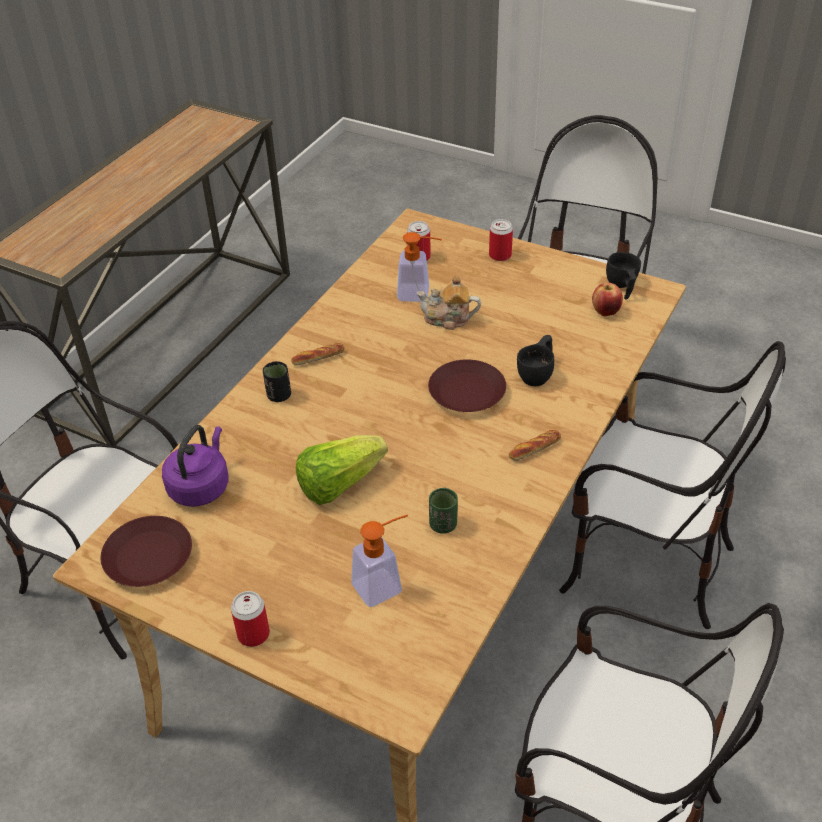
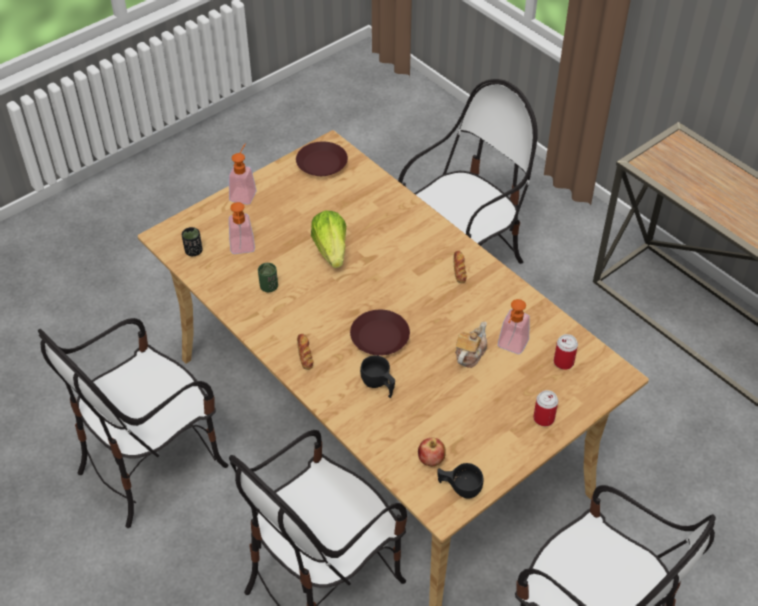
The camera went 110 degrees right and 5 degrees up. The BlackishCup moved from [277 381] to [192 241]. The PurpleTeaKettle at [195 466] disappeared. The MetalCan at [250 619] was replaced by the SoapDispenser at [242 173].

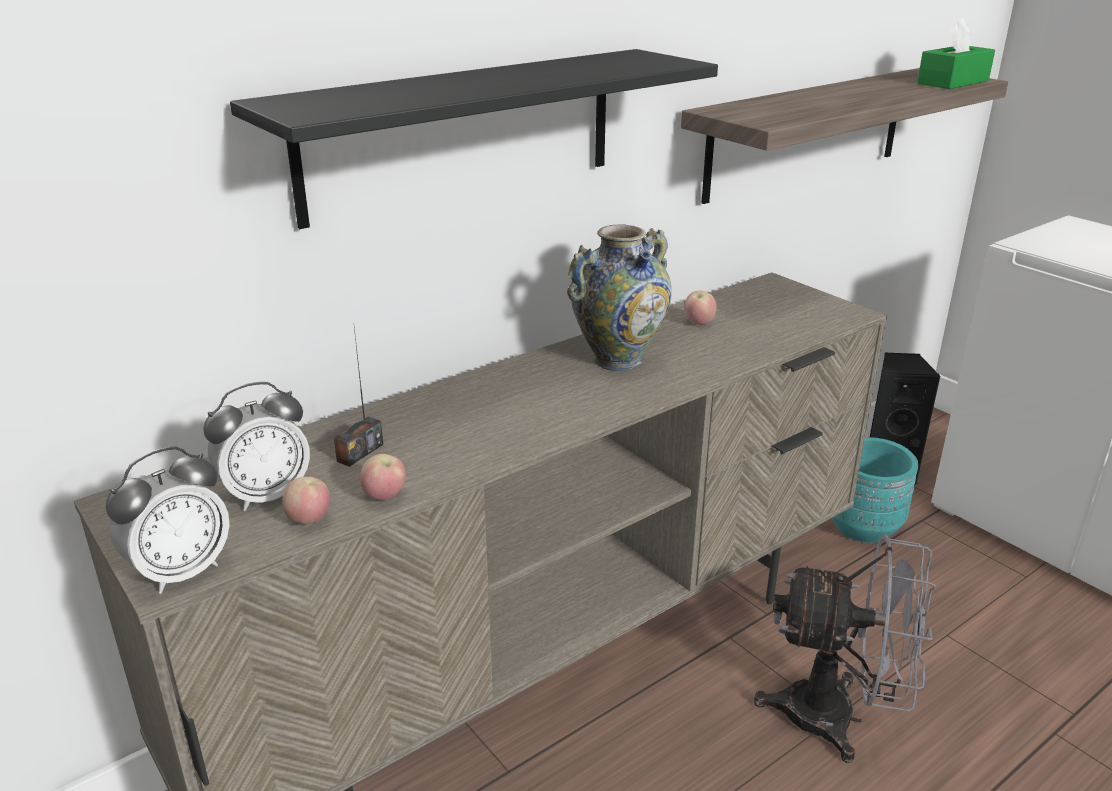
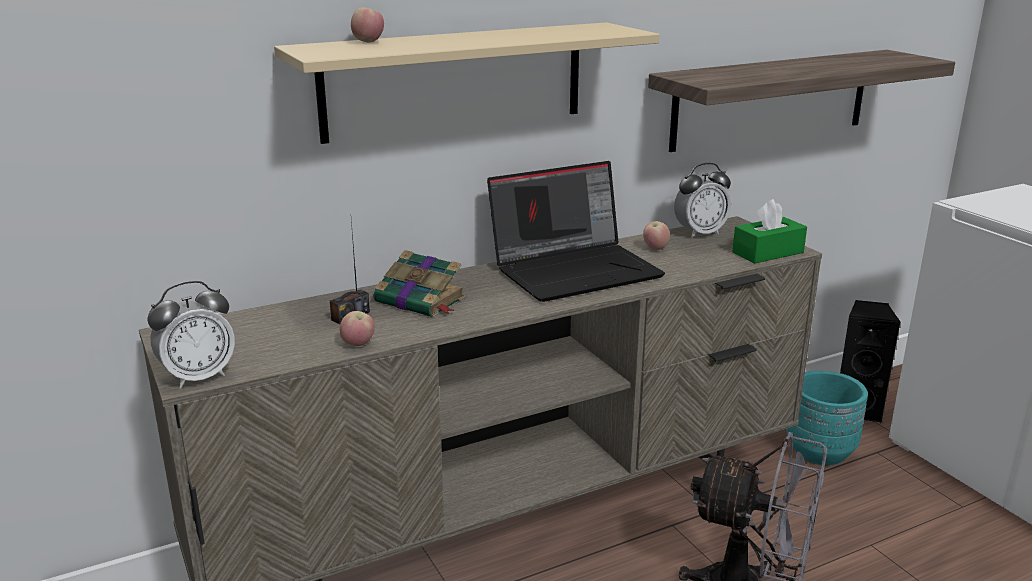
The camera went 10 degrees right and 5 degrees down. The GreenishTissueHolder moved from [956 53] to [769 231]. The BlackishBracketShelf at [474 139] became the BeigeColouredBracketShelf at [466 83]. The FlowerVase at [619 298] was replaced by the PortableComputer at [576 231]. The AlarmClock moved from [256 446] to [702 200]. The Apple moved from [306 500] to [367 24]. The BoundBook at [419 283] appeared.

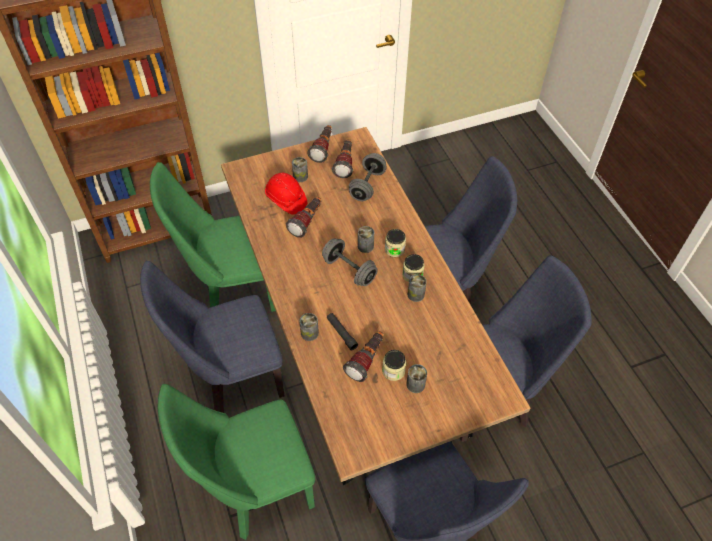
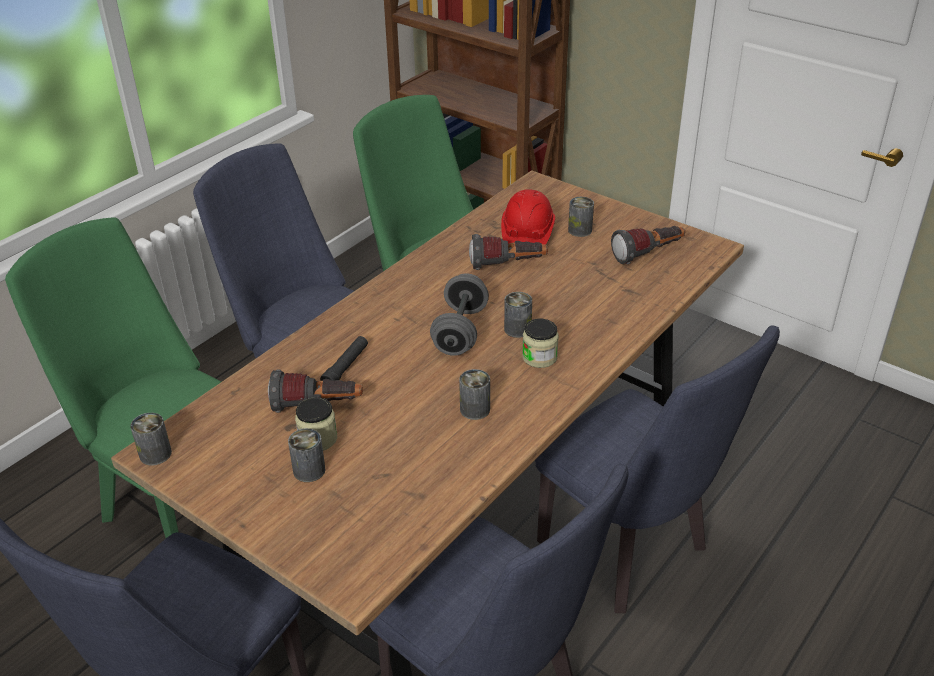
The camera went 60 degrees right and 15 degrees down. The Flashlight at [319 144] disappeared. The GreyHandWeight at [368 177] disappeared. The StorageJar at [413 268] disappeared. The MetalCan moved from [309 327] to [151 439].

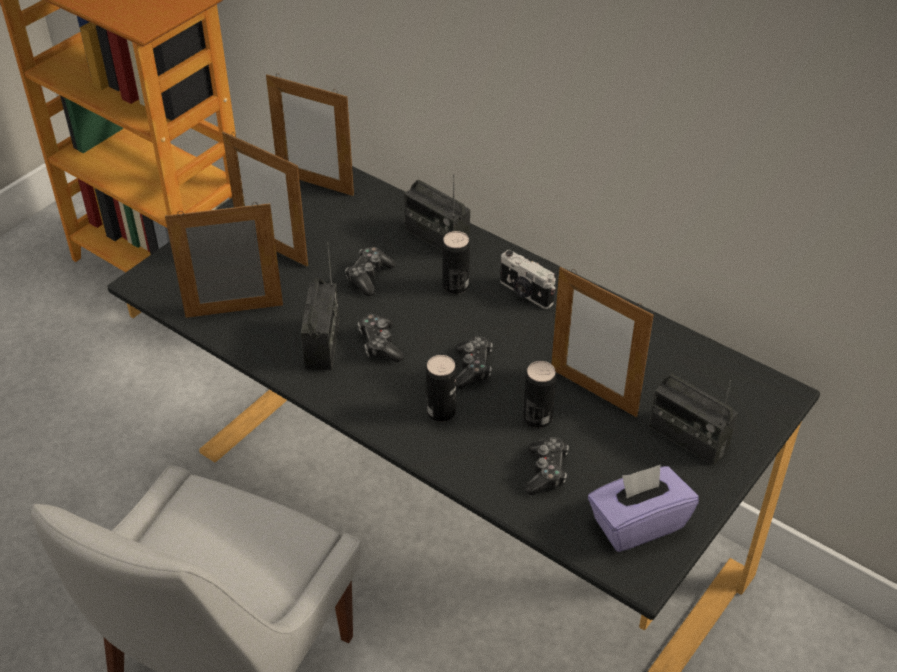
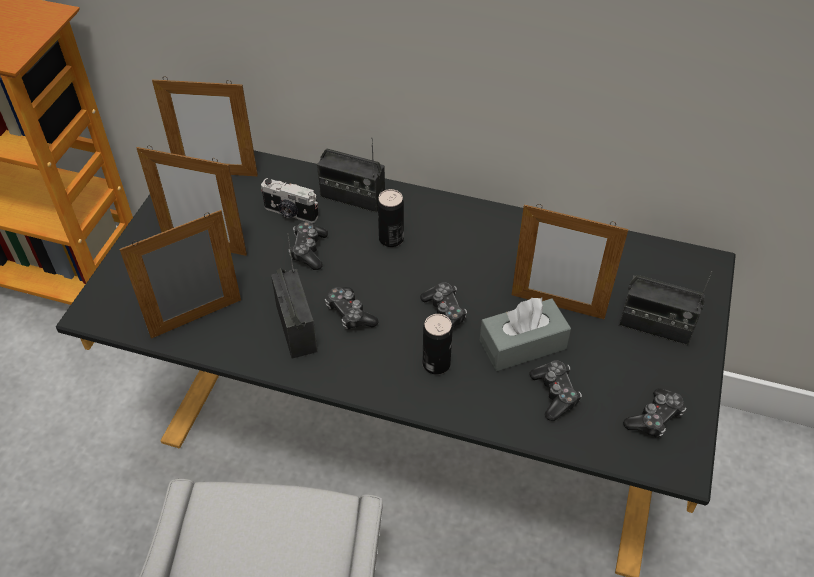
The camera went 20 degrees left and 5 degrees up. The StillCamera moved from [528 279] to [290 200]. The MetalCan at [539 394] was replaced by the GreyTissueHolder at [525 334]. The PurpleTissueHolder at [643 508] was replaced by the Gamepad at [655 413].

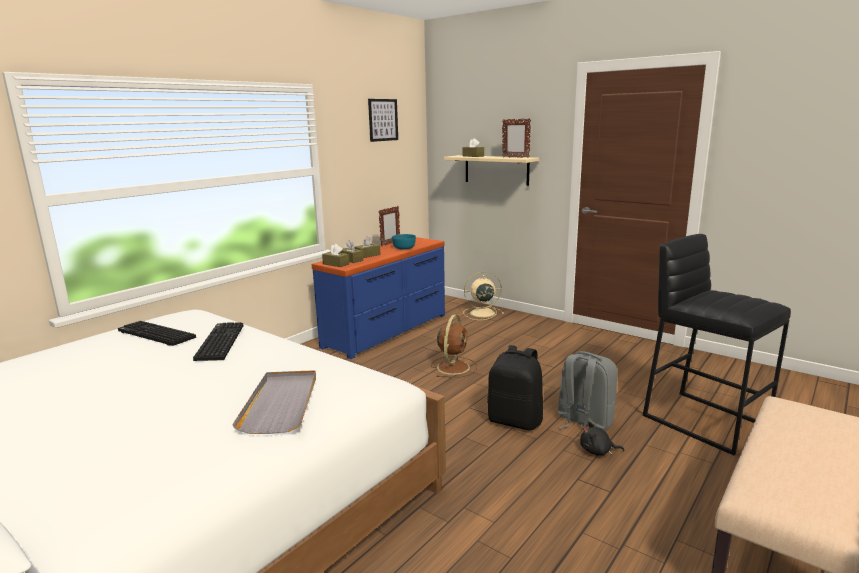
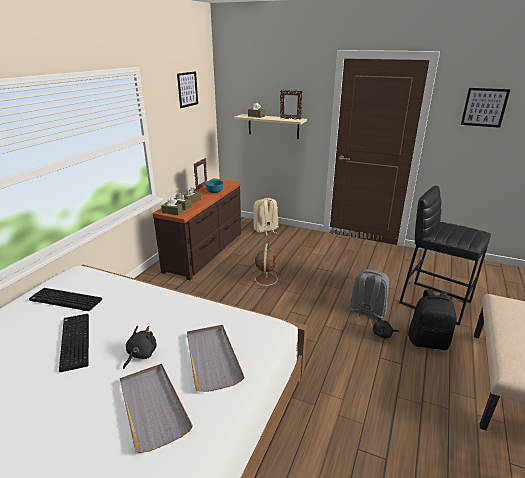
The camera went 15 degrees left and 10 degrees up. The BlueColouredChestOfDrawers at [378 298] became the BrownishChestOfDrawers at [196 229]. The BeigeColouredFan at [483 295] was replaced by the BeigeColouredKnapsack at [266 217]. The PcKeyboard moved from [218 341] to [74 343]. The BlackishKnapsack moved from [515 387] to [432 320]. The WallPicture at [485 108] appeared. The BlackishCuddlyToy at [140 347] appeared. The GreyCarryingTray at [156 408] appeared.

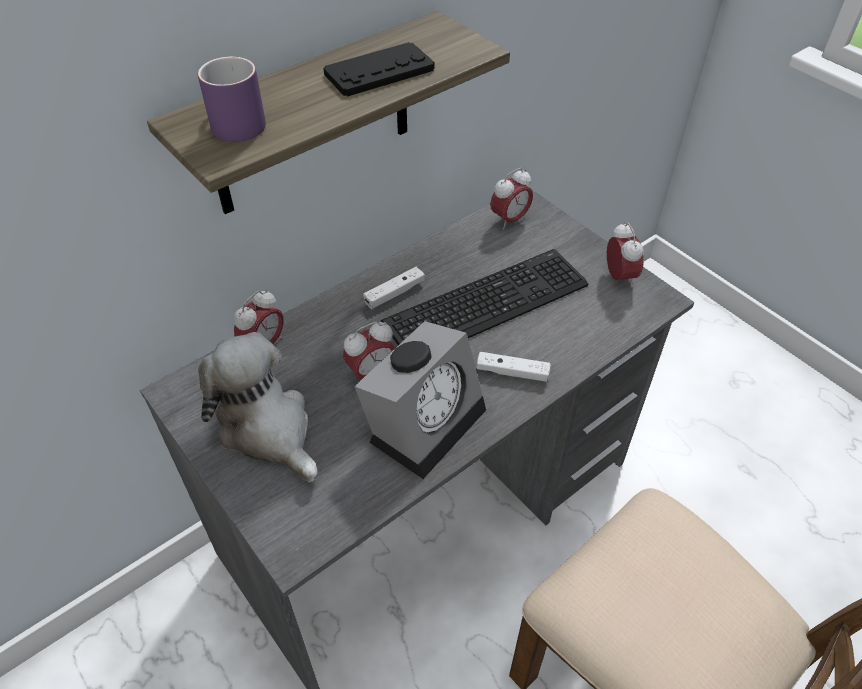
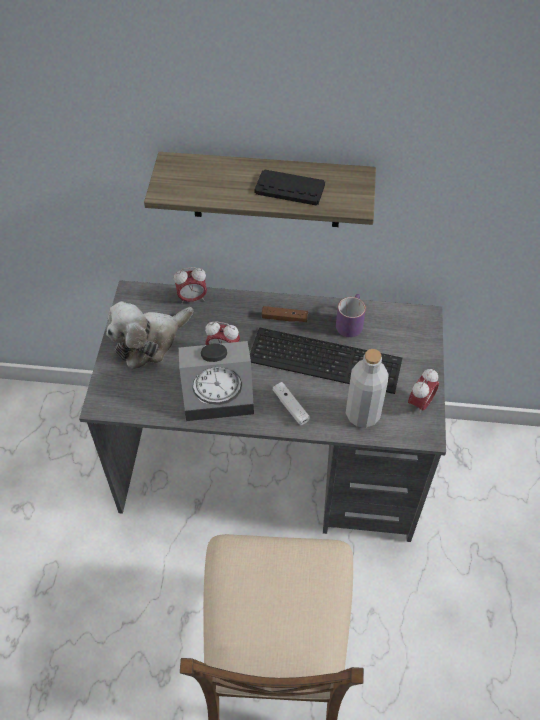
The camera went 45 degrees right and 5 degrees up. The PurpleMug moved from [232 99] to [351 315]. The AlarmClock at [511 199] disappeared. The WhiteGamepad at [394 288] became the BrownishGamepad at [285 314]. The CuddlyToy at [257 407] turned 135 degrees counterclockwise. The GreyDrinkBottle at [367 388] appeared.

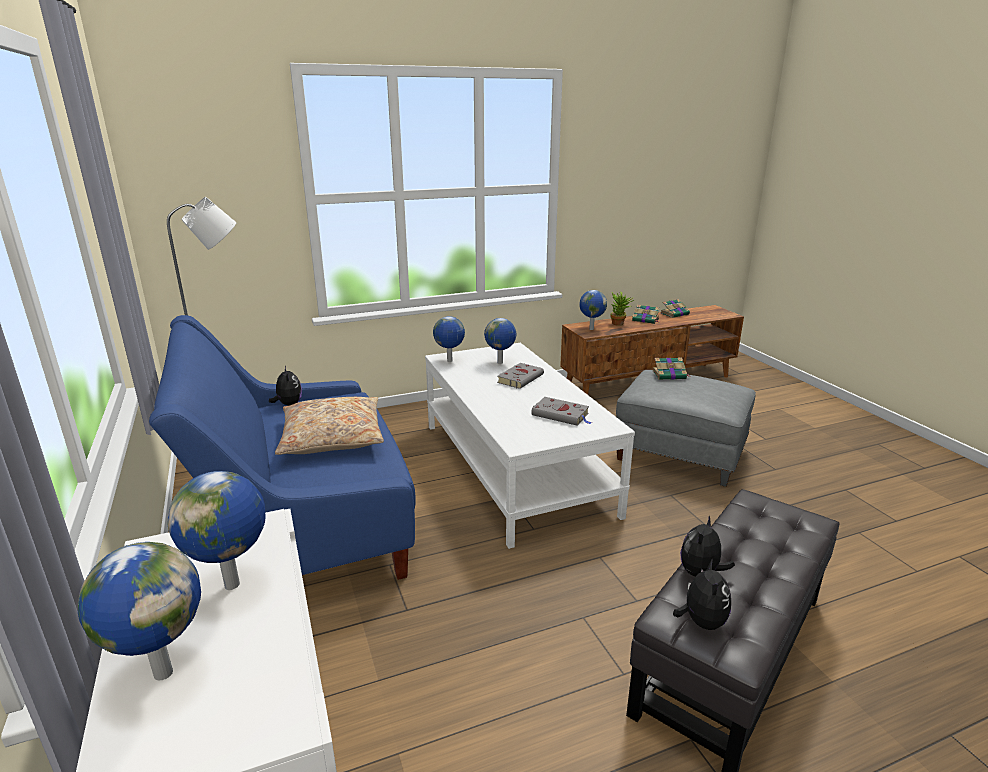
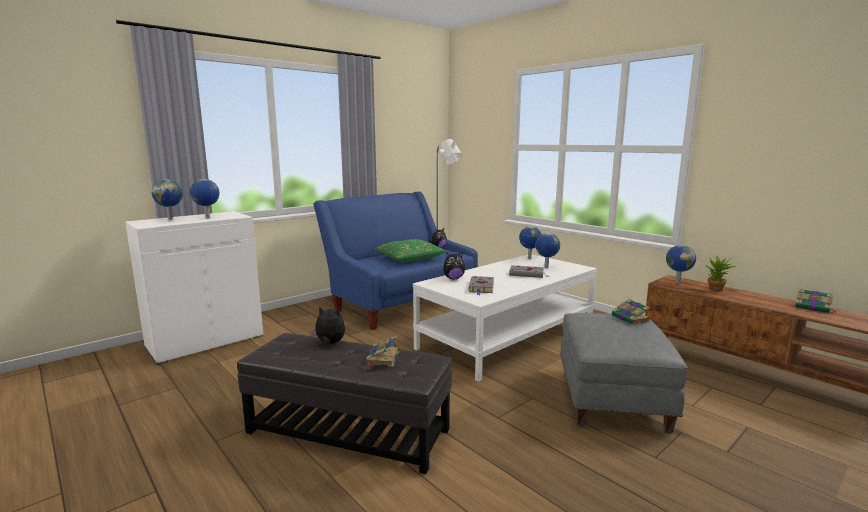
The camera went 70 degrees right and 10 degrees down. The BoundBook moved from [646 314] to [382 351]. The BeigeColouredPillow at [329 426] became the GreenishPillow at [410 250]. The CuddlyToy moved from [702 594] to [454 265].

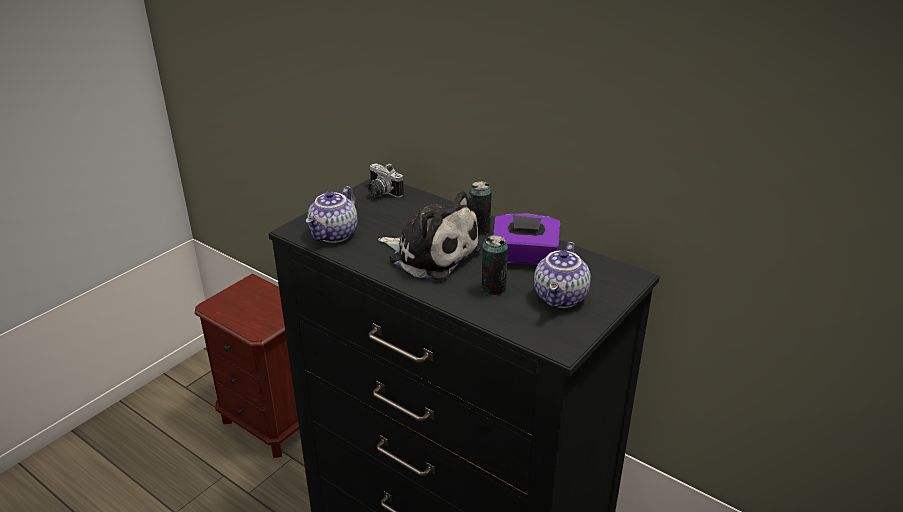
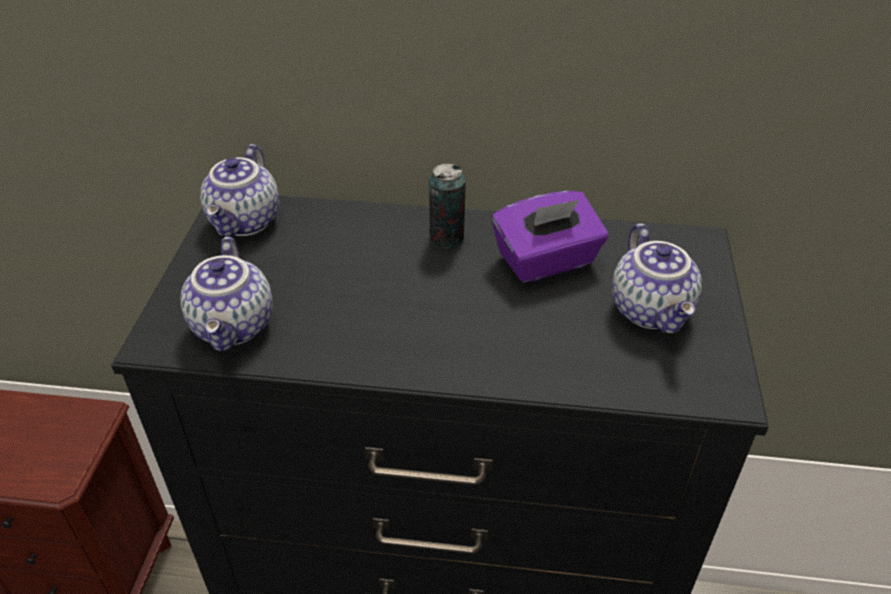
The camera went 30 degrees left and 10 degrees up. The StillCamera at [385 180] was replaced by the Teapot at [239 190]. The CuddlyToy at [430 235] disappeared. The MetalCan at [494 265] disappeared.

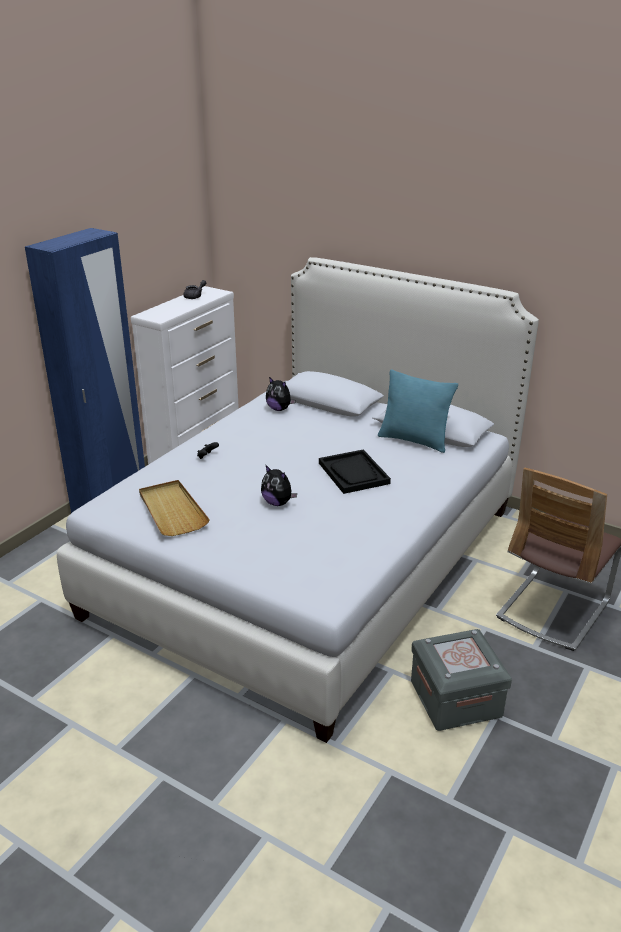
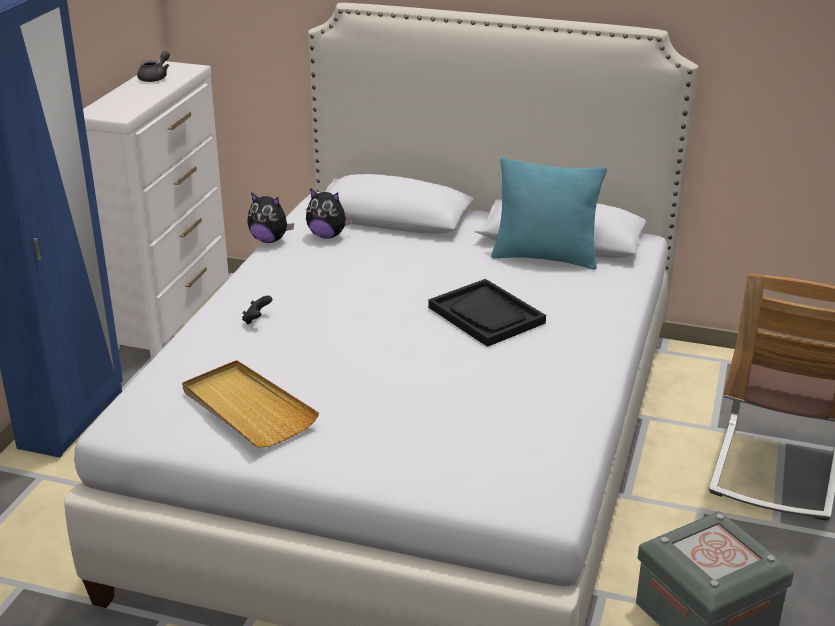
The camera went 15 degrees left and 0 degrees up. The CuddlyToy moved from [279 485] to [270 217].

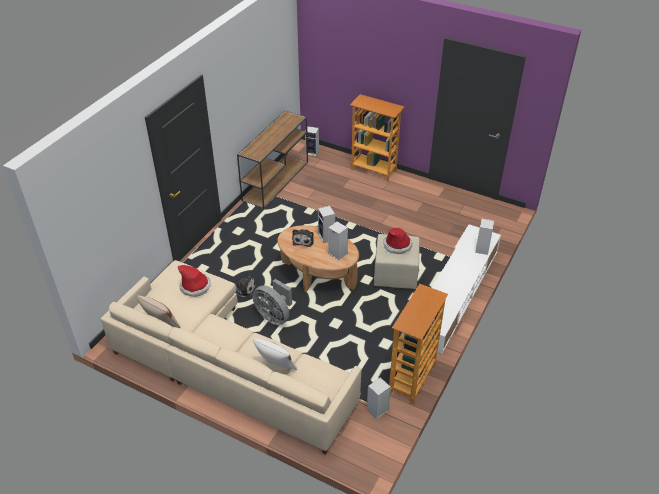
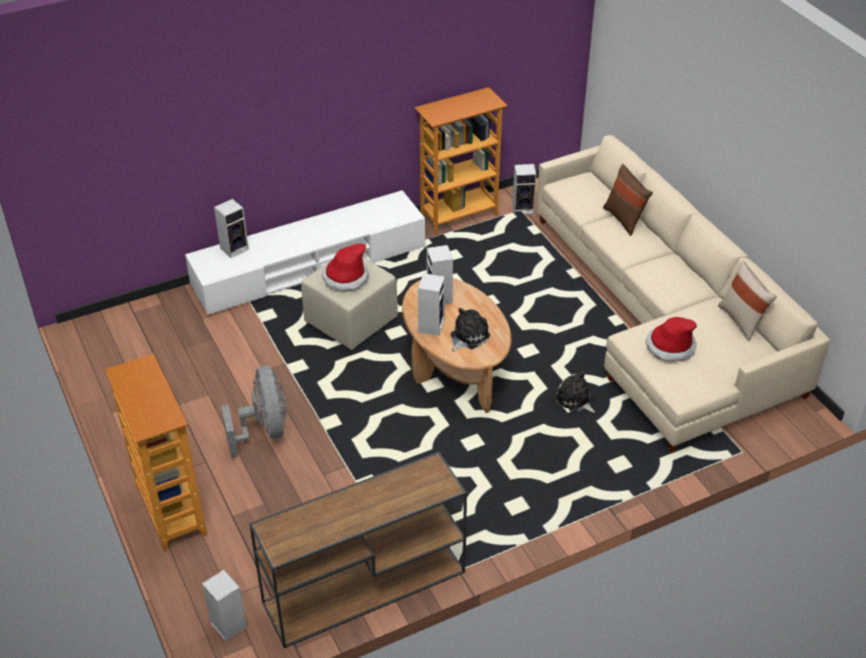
The camera went 145 degrees left and 0 degrees up. The GreyFan moved from [272 302] to [253 412]. The WhitePillow at [274 354] became the BrownishPillow at [628 200].

